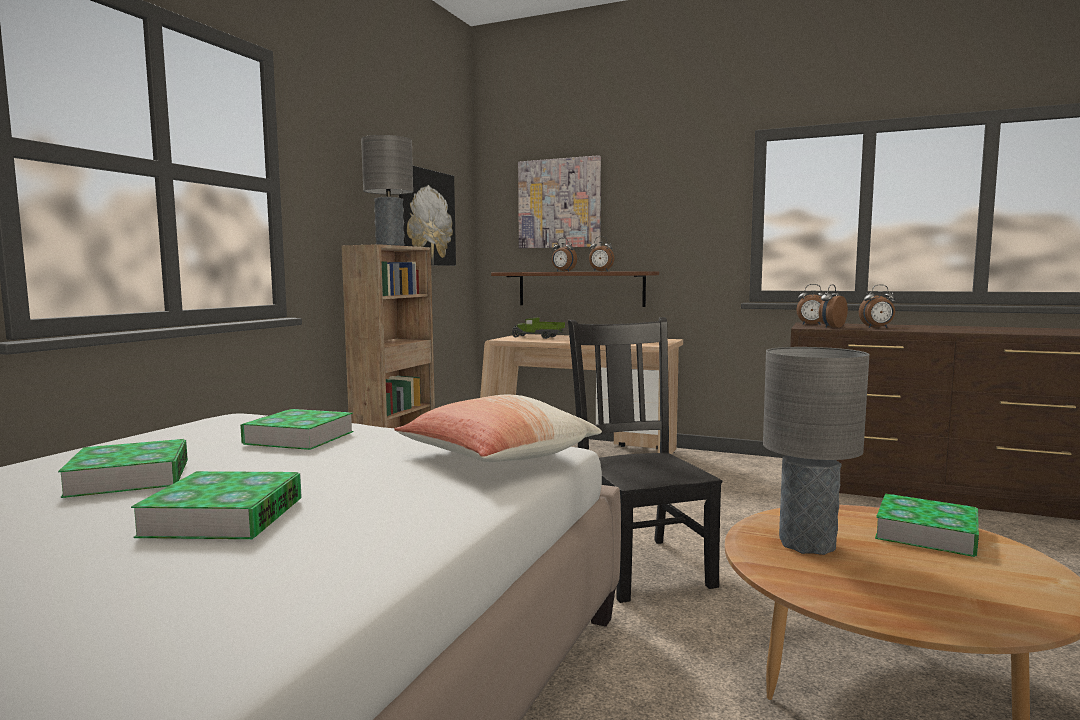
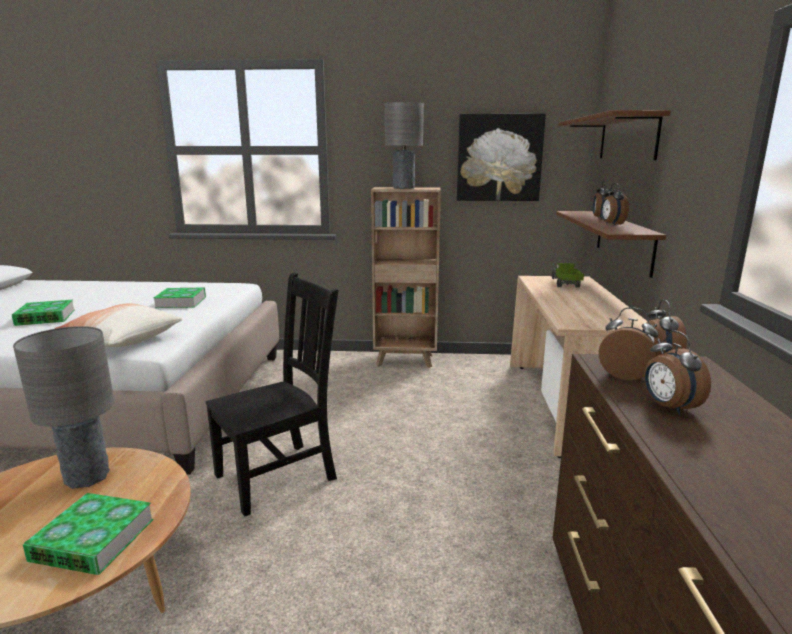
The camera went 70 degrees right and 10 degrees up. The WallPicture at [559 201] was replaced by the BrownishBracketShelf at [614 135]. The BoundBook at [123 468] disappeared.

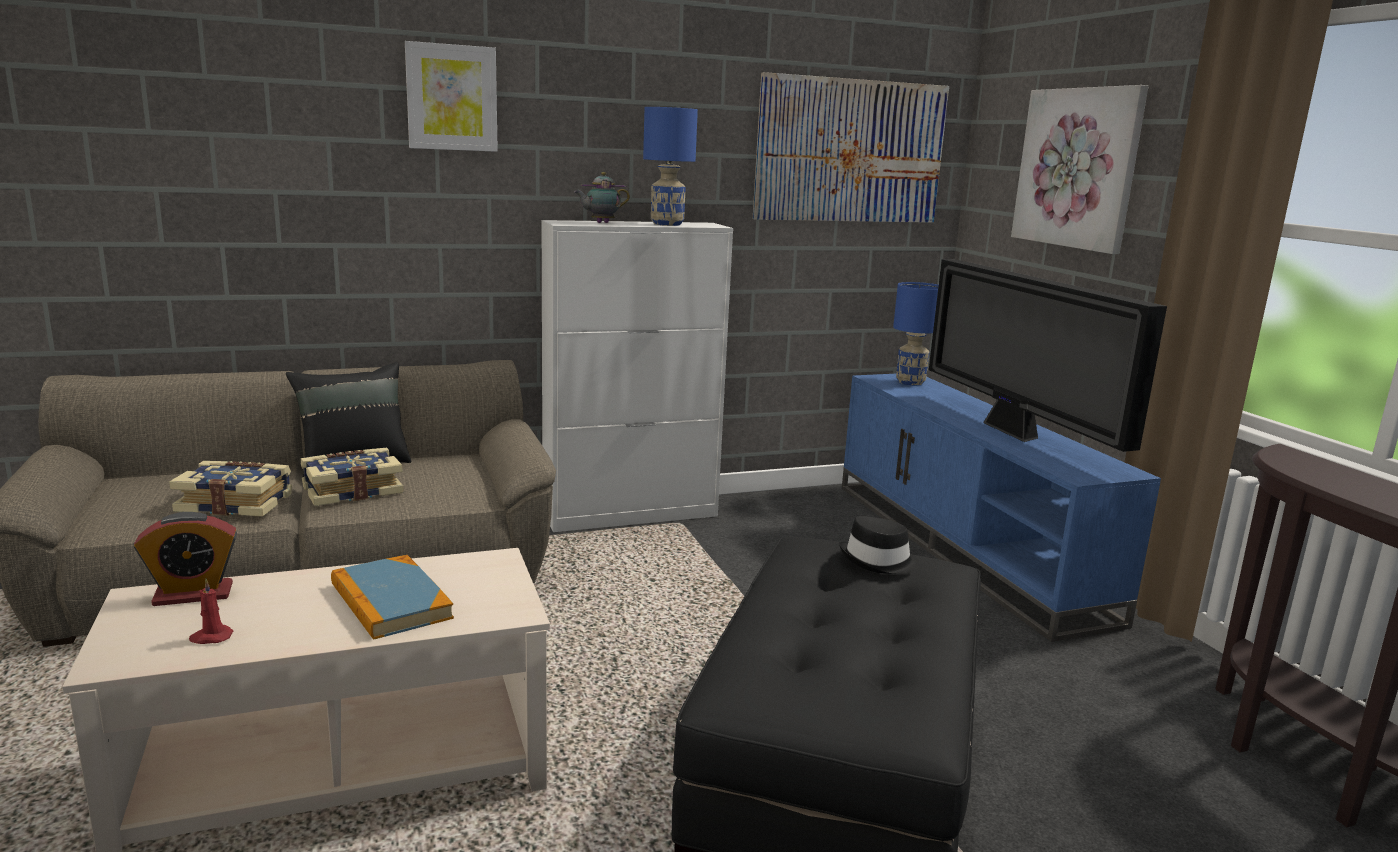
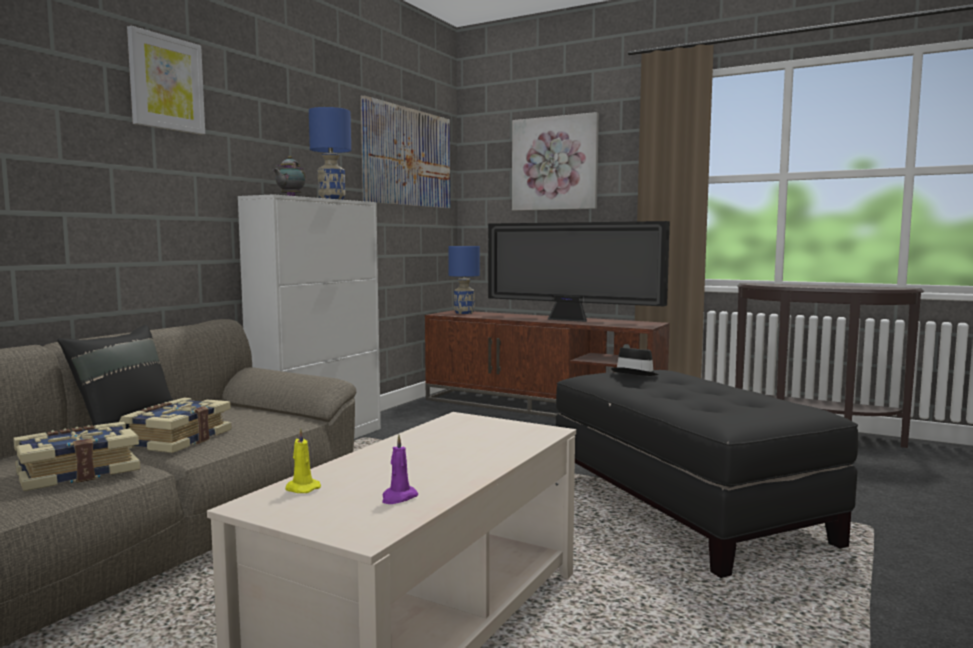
The camera went 40 degrees left and 10 degrees down. The BlueColouredTvUnit at [1001 508] became the BrownishTvUnit at [547 363]. The AlarmClock at [185 559] was replaced by the YellowishWaxCandle at [303 460]. The BoundBook at [392 597] disappeared. The RedWaxCandle at [211 611] became the PurpleWaxCandle at [400 469].

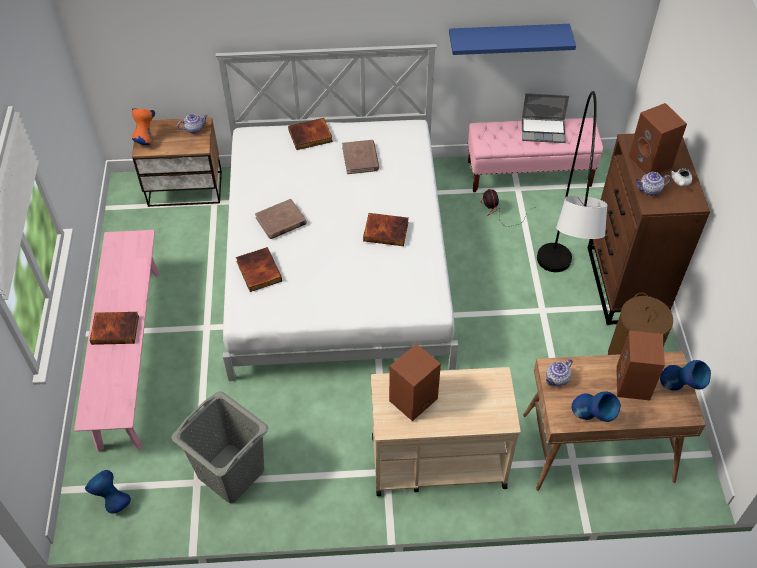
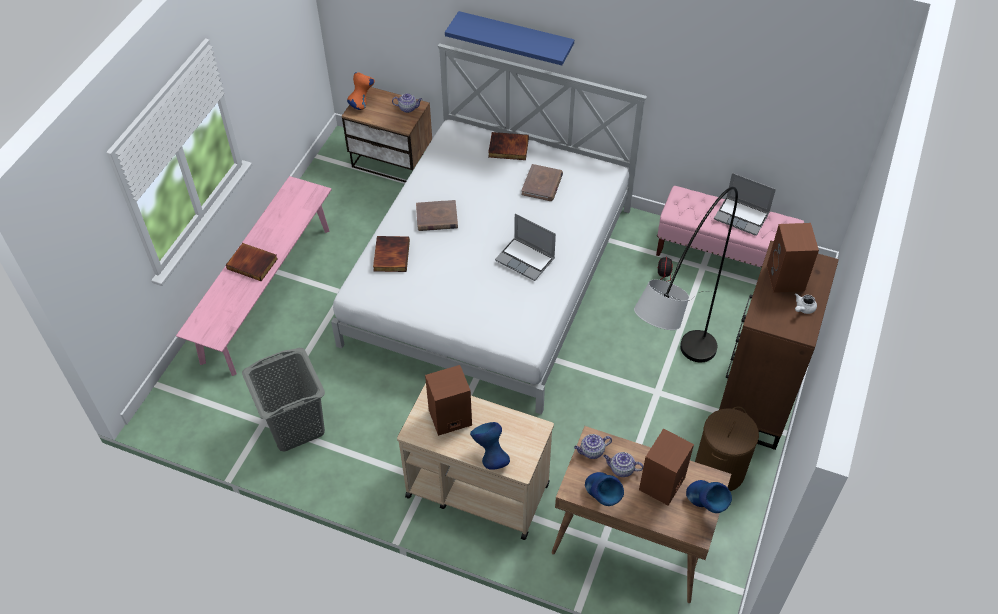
The camera went 25 degrees right and 0 degrees up. The BlueColouredBracketShelf moved from [512 39] to [509 38]. The Teapot moved from [653 184] to [623 464]. The BoundBook at [386 229] was replaced by the PortableComputer at [525 247]. The BlueColouredFlowerVase moved from [108 492] to [490 446].

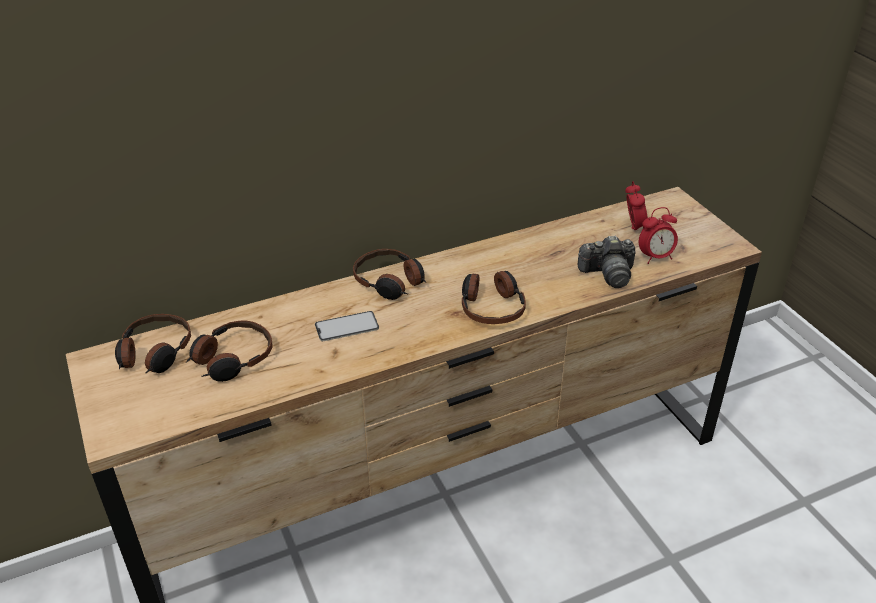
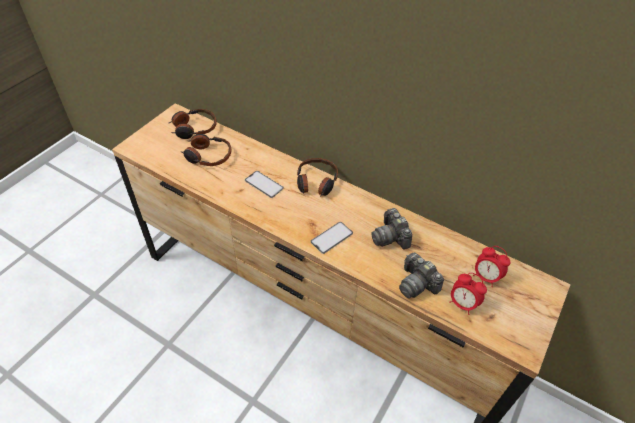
The camera went 55 degrees right and 10 degrees up. The AlarmClock at [636 205] turned 75 degrees clockwise. The PairOfHeadphones at [494 297] was replaced by the Phone at [331 238]. The StillCamera at [392 228] appeared.

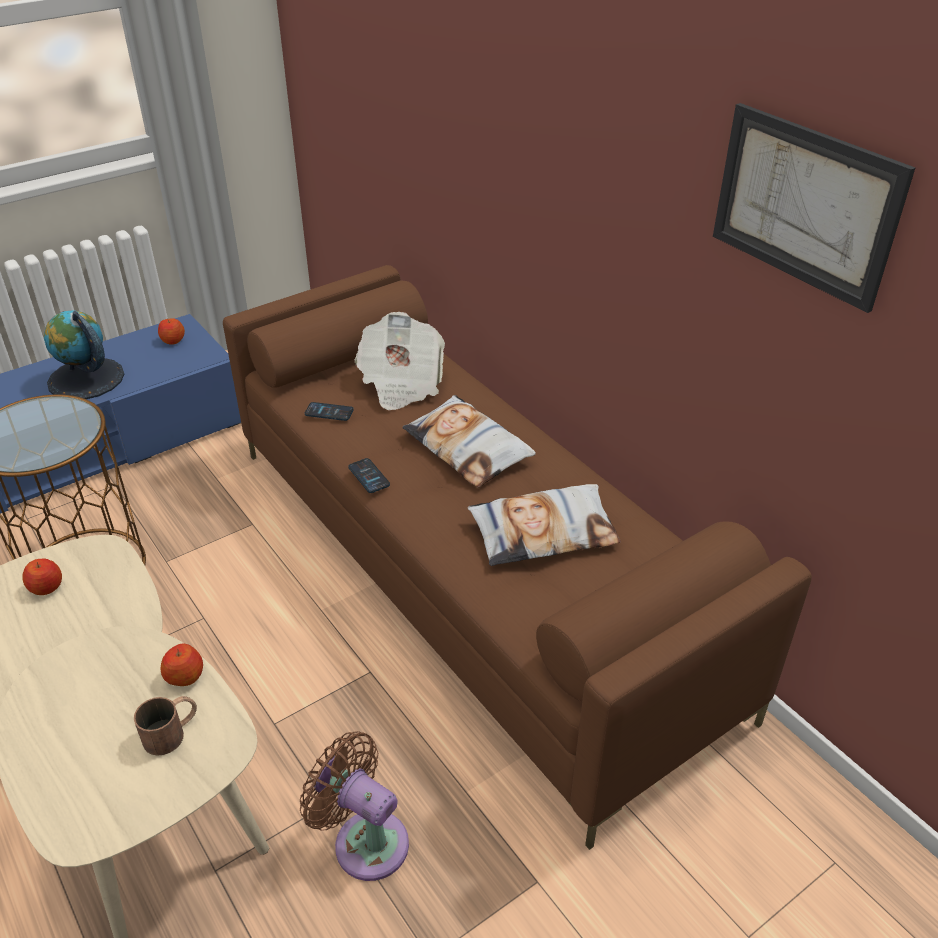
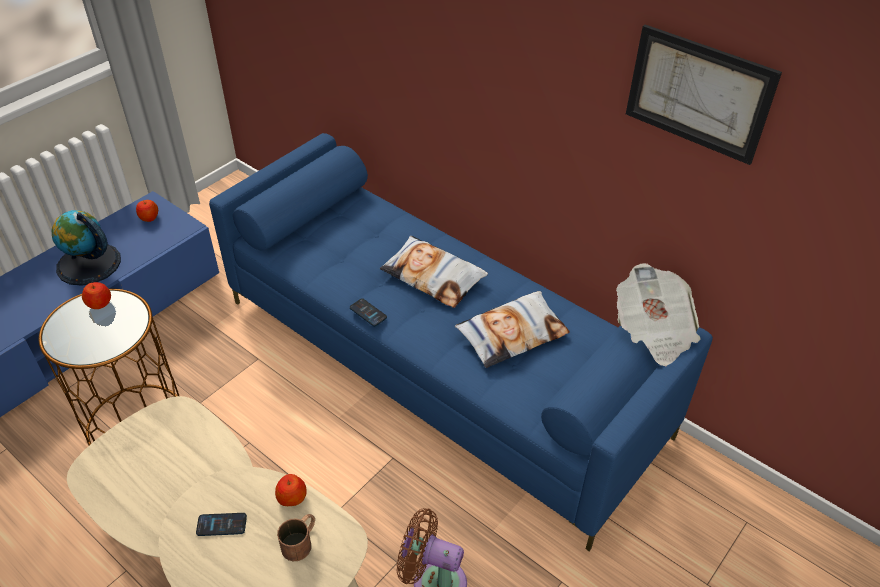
The camera went 15 degrees left and 5 degrees up. The BrownishCouch at [517 557] became the BlueColouredCouch at [461 342]. The DailyPaper moved from [399 361] to [658 314]. The Phone moved from [329 411] to [221 524]. The Apple moved from [42 577] to [96 295].

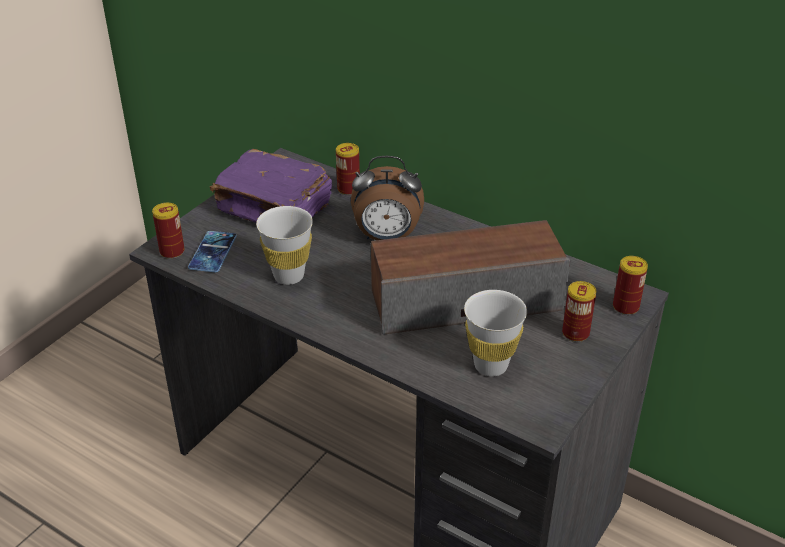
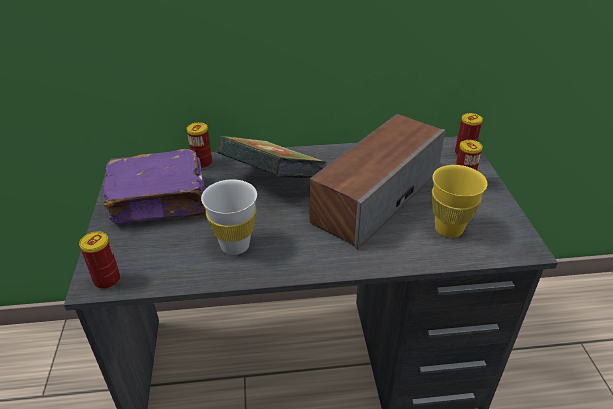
The camera went 40 degrees left and 0 degrees up. The AlarmClock at [387 198] was replaced by the BoundBook at [271 157]. The Phone at [212 251] disappeared. The WhiteCup at [495 333] became the YellowishCup at [460 201].

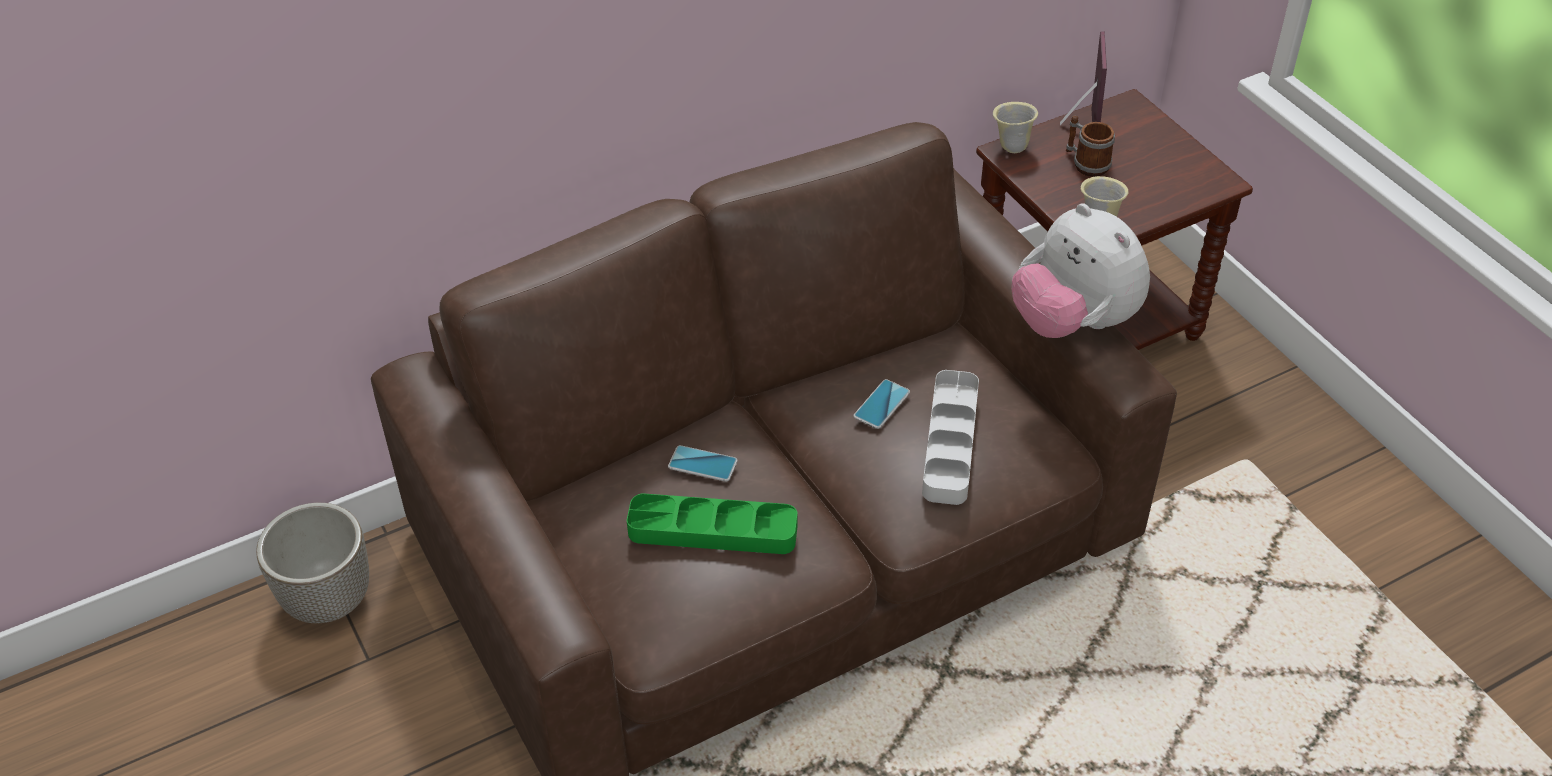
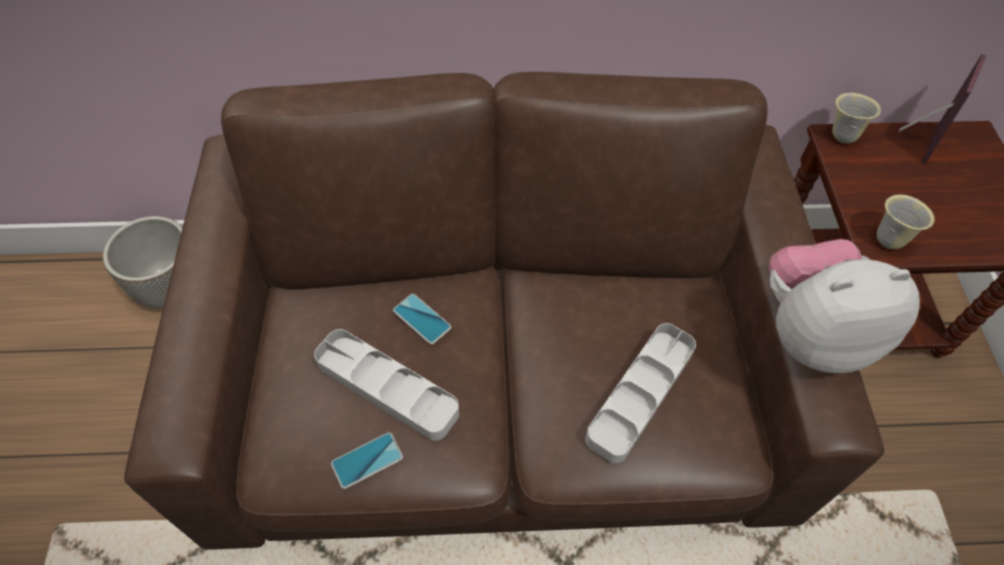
The camera went 25 degrees right and 10 degrees up. The Mug at [1090 146] disappeared. The CuddlyToy at [1080 270] turned 90 degrees clockwise. The Phone moved from [881 404] to [367 460]. The GreenishCarryingTray at [712 523] became the GreyCarryingTray at [386 385].

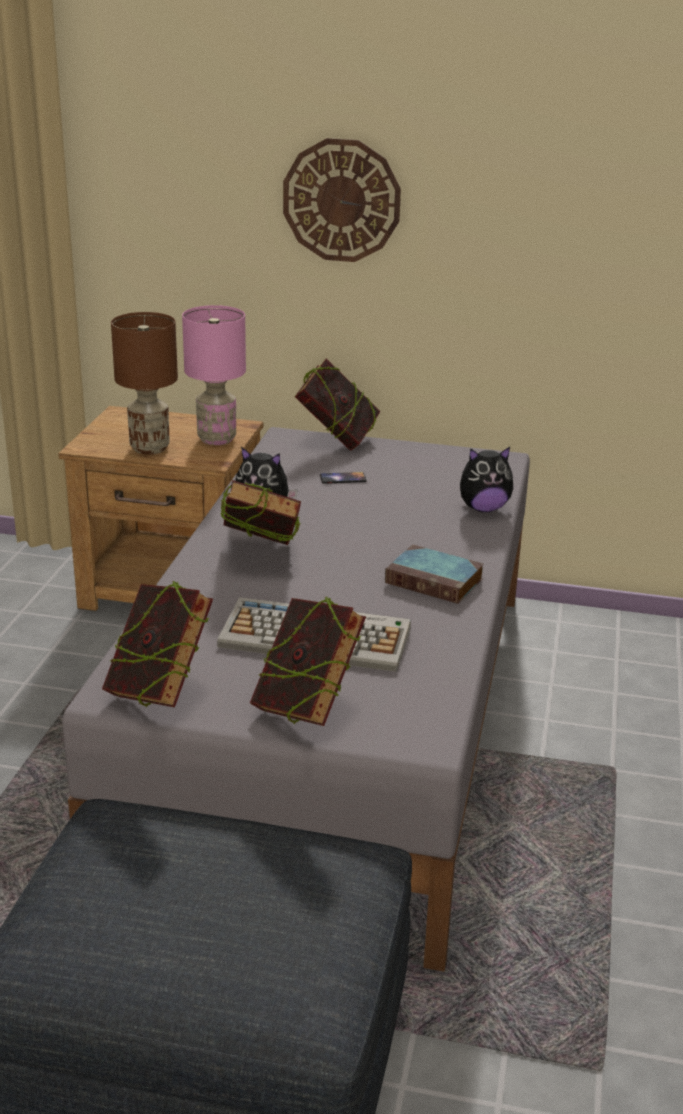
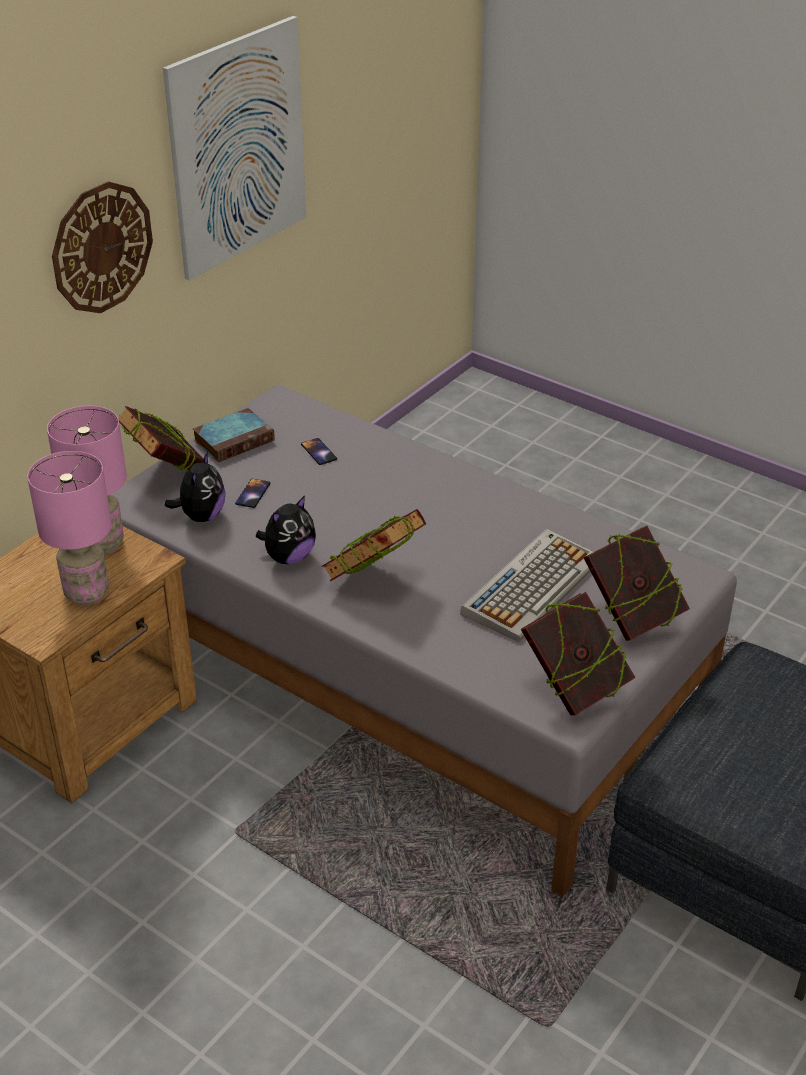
The camera went 65 degrees left and 10 degrees up. The BrownishLampForATable at [144 383] became the PinkLampForATable at [69 528]. The CuddlyToy moved from [486 479] to [195 487]. The BoundBook moved from [434 574] to [233 435]. The WallPicture at [234 148] appeared. The Phone at [319 451] appeared.

